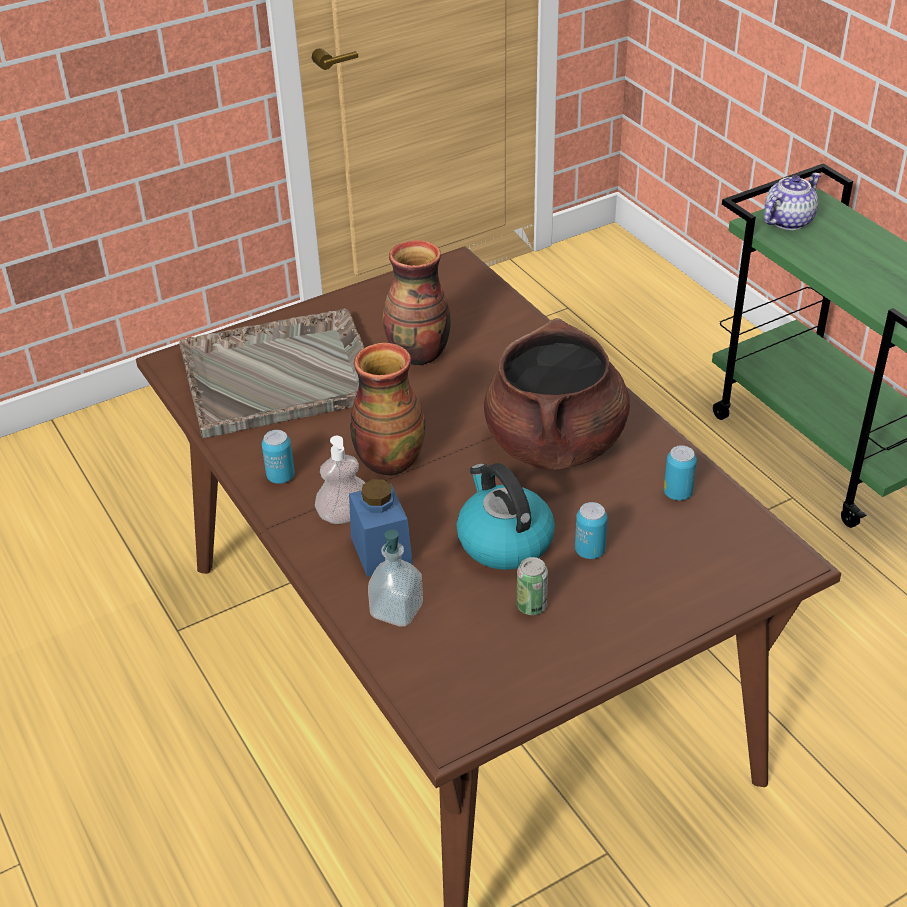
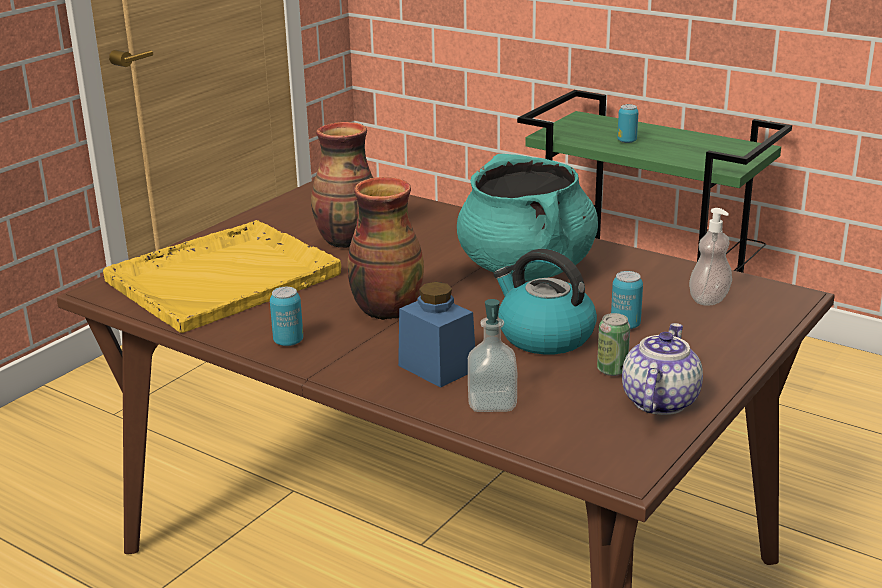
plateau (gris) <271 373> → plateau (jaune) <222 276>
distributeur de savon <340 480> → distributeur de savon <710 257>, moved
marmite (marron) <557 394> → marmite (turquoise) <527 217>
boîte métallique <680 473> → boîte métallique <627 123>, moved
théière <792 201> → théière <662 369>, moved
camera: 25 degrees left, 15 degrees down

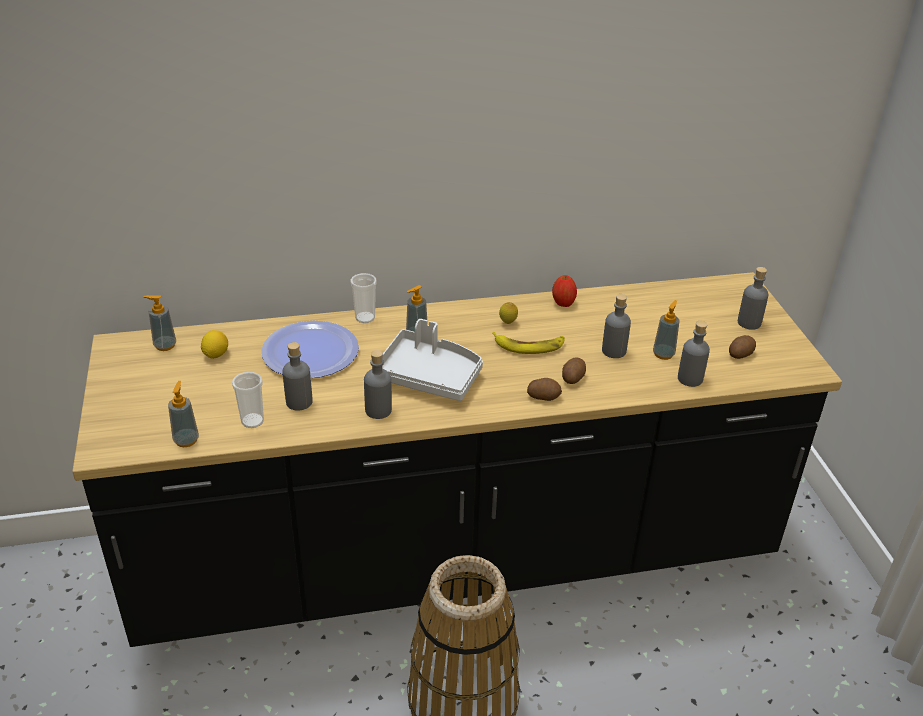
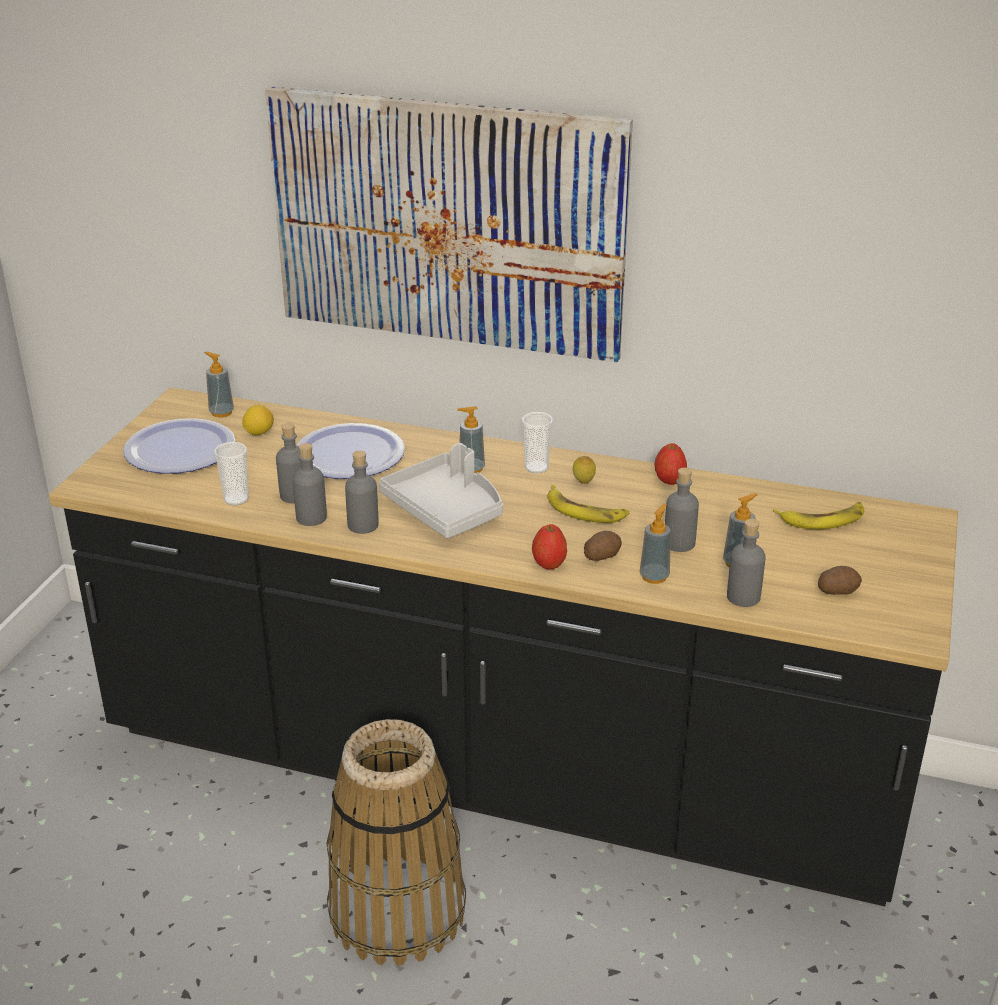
distributeur de savon <183 414> → distributeur de savon <655 544>, moved
tasse <363 298> → tasse <537 442>, moved
pomme de terre <544 389> → pomme <549 547>
bouteille (gris) <753 298> → bouteille (gris) <309 484>, moved
- → assiette <179 446>
- → tableau <449 224>
- → banane <818 515>
camera: 30 degrees right, 5 degrees down

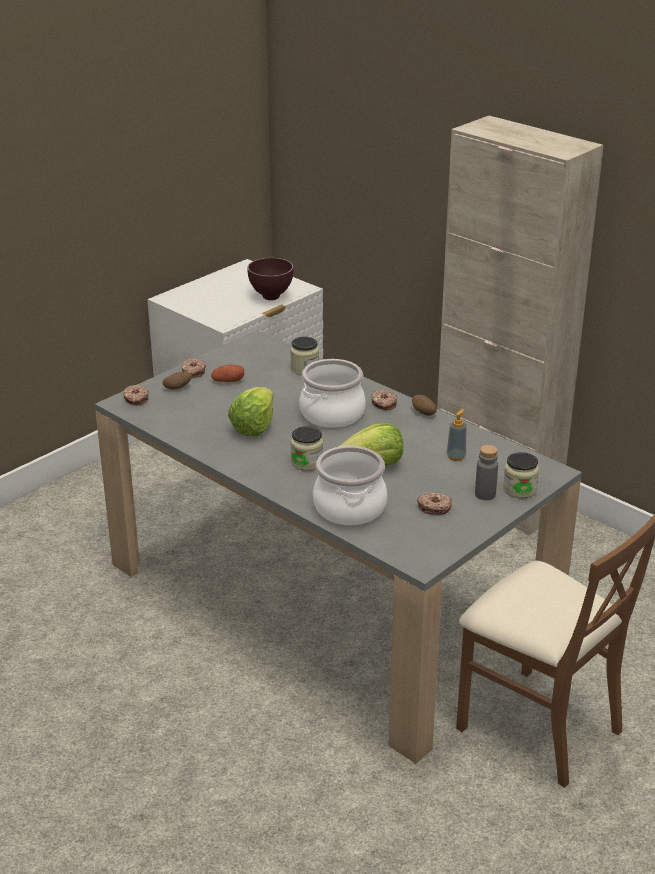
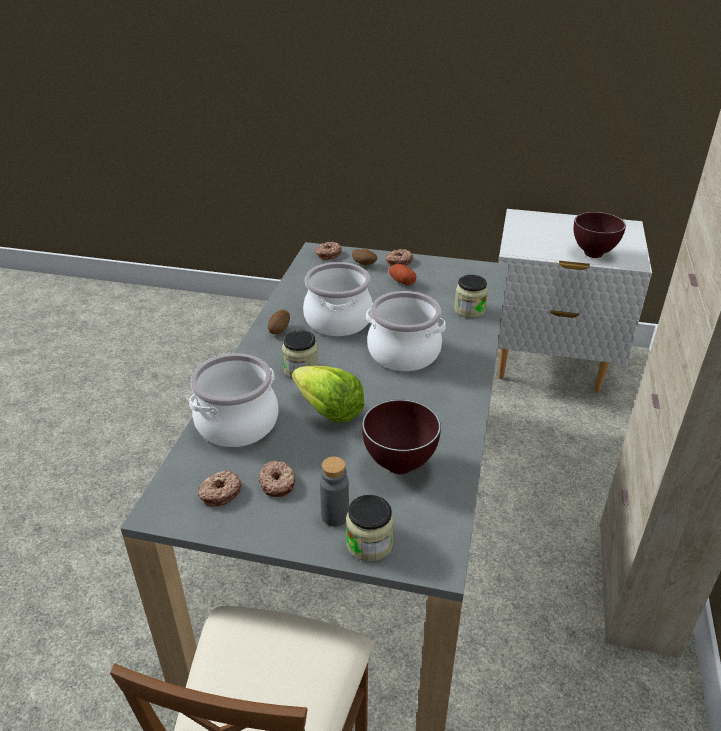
laitue <250 412> → marmite <338 299>
beignet <384 399> → beignet <220 488>, moved
pomme de terre <424 405> → pomme de terre <279 322>, moved
distributeur de savon <456 435> → bol (marron) <401 436>
camera: 60 degrees right, 5 degrees up

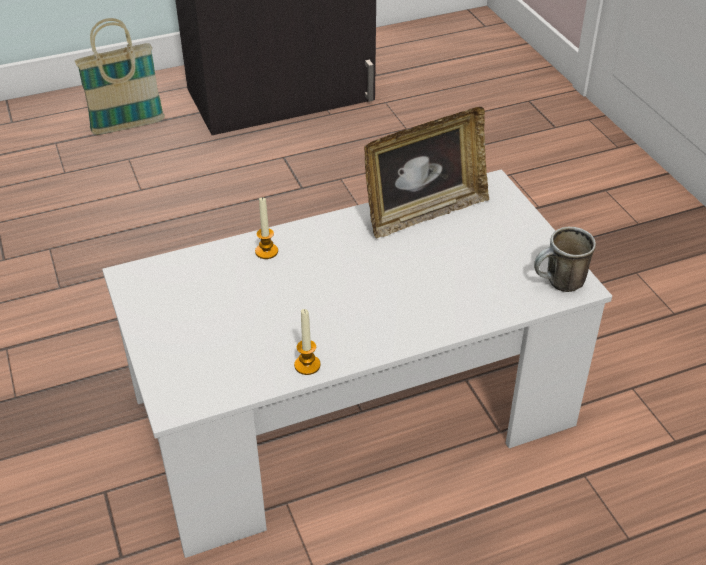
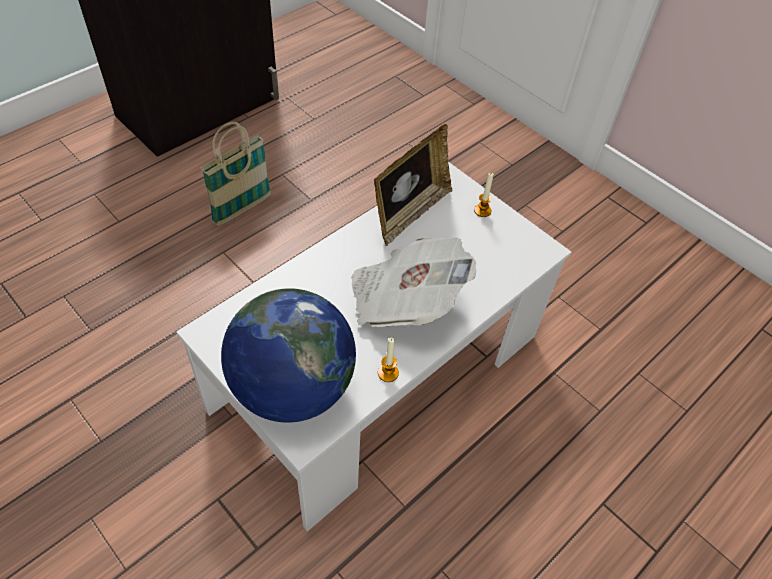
panier <120 76> → panier <235 174>, moved
bougie <266 228> → bougie <484 195>, moved
mug <565 259> → -
- → globe <288 355>
- → journal <413 282>
camera: 25 degrees left, 10 degrees up

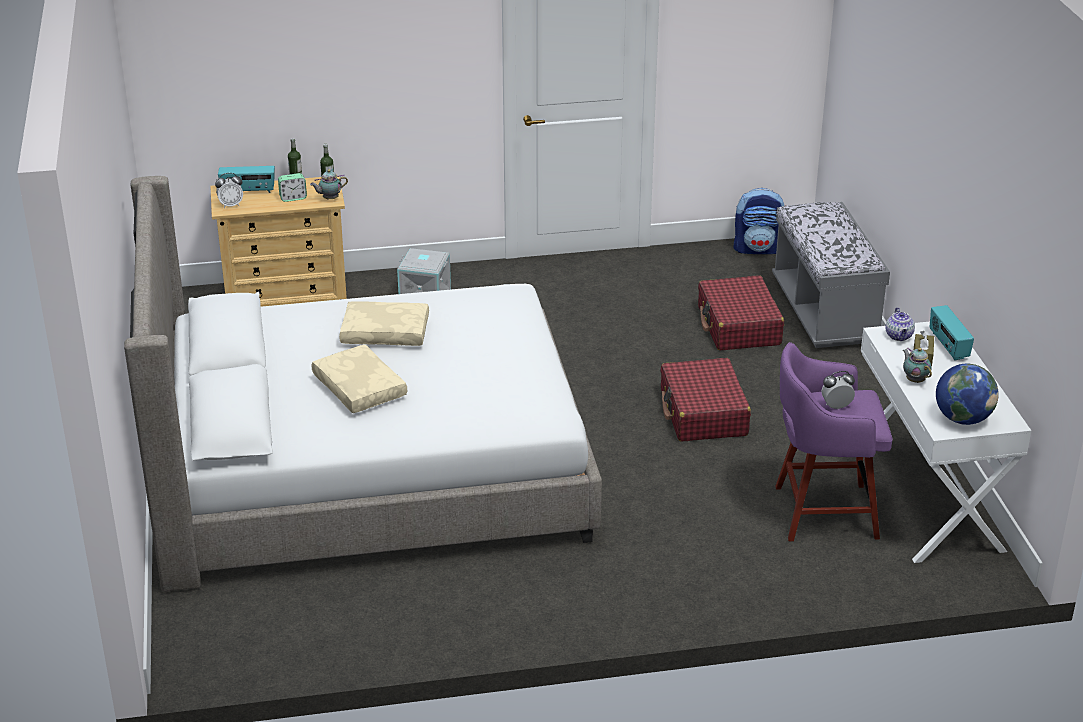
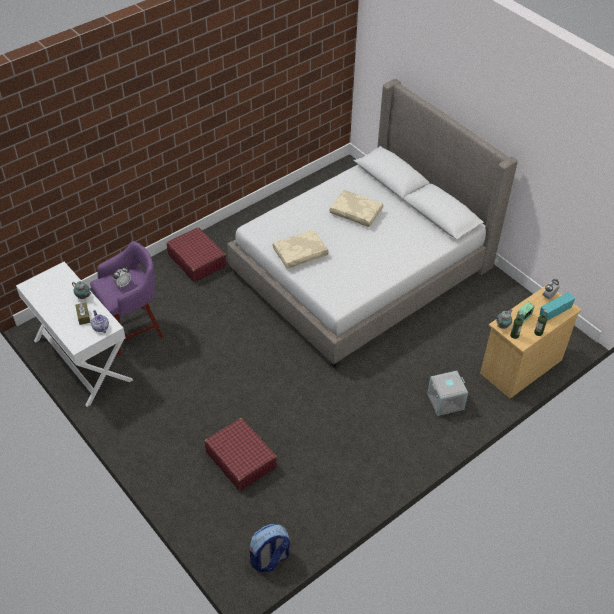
coussin (beige) <384 323> → coussin (beige) <301 249>, moved
valise (rouge) <706 399> → valise (rouge) <196 254>, moved
banc (gris) <831 275> → -
radio <952 333> → -
globe <967 394> → -
camera: 150 degrees right, 15 degrees up

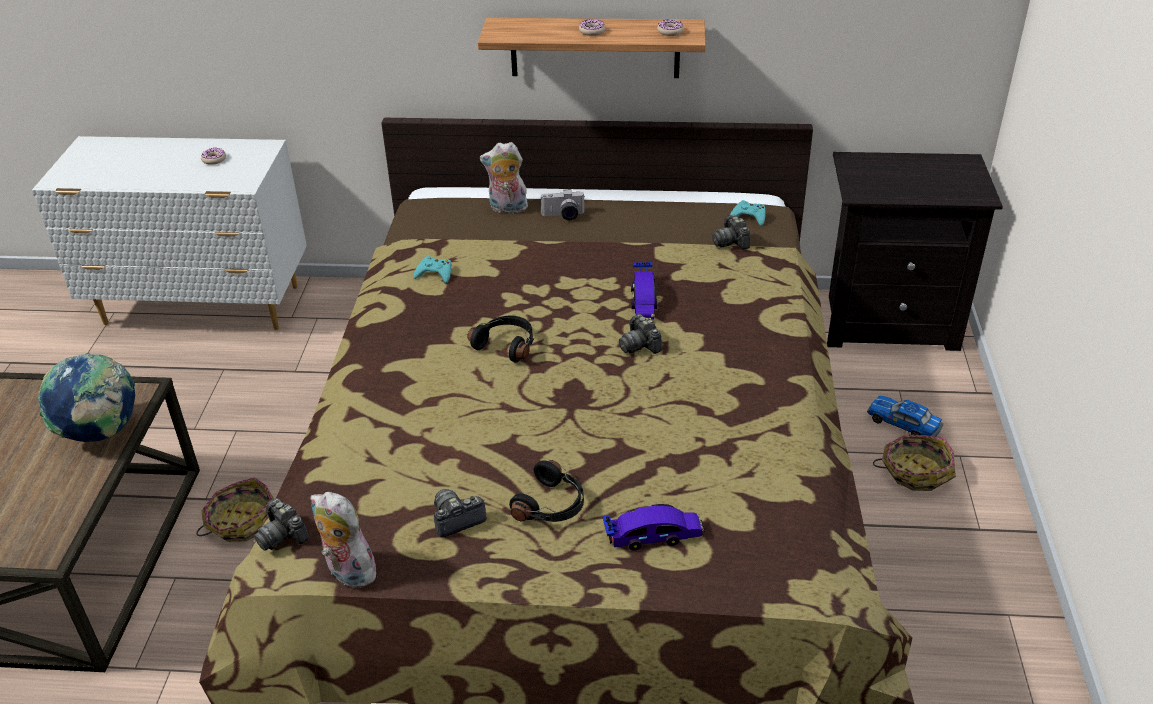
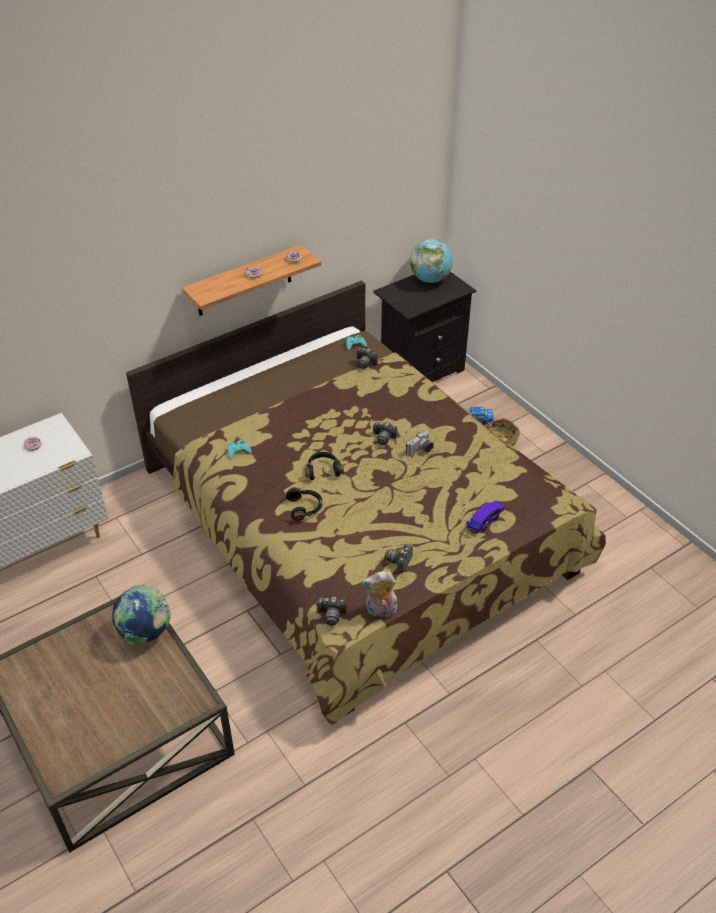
panier <235 509> → -
peluche <504 177> → -
casque audio (noir) <546 491> → casque audio (noir) <304 504>, moved
appareil photo <562 204> → appareil photo <420 443>, moved
petite voiture <644 290> → -
- → globe <431 261>
camera: 40 degrees left, 5 degrees up

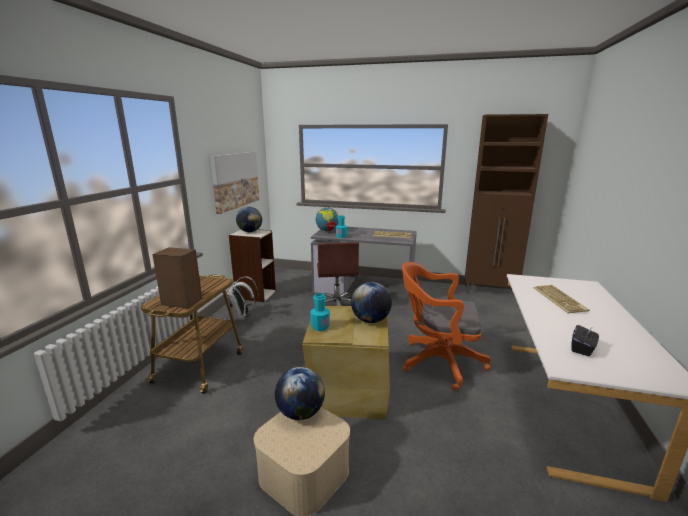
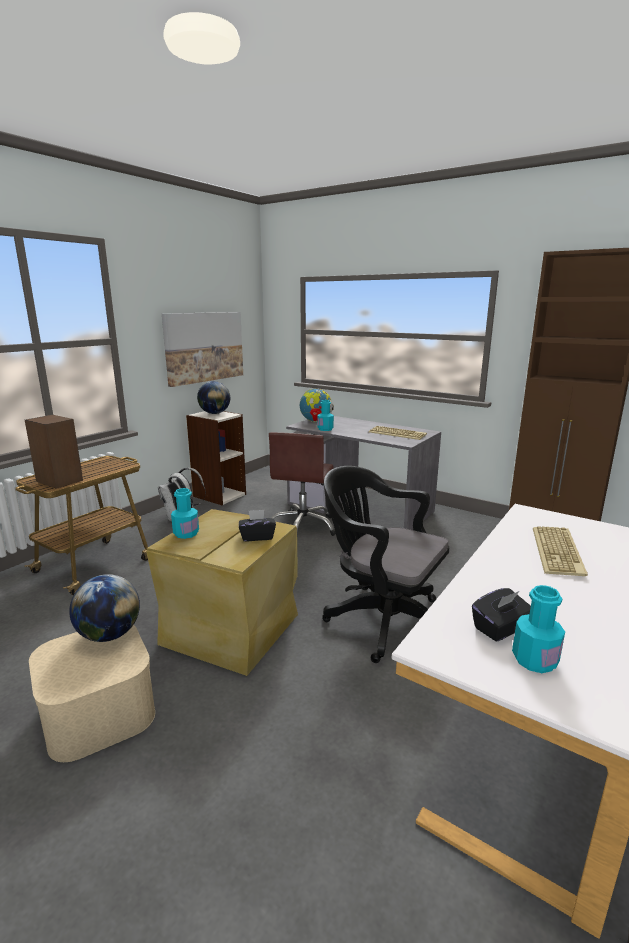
globe <371 302> → boîte à mouchoirs (noir) <257 525>
chaise de bureau (orange) <446 326> → chaise de bureau (noir) <385 564>
- → bouteille (turquoise) <538 629>
camera: 20 degrees right, 0 degrees up

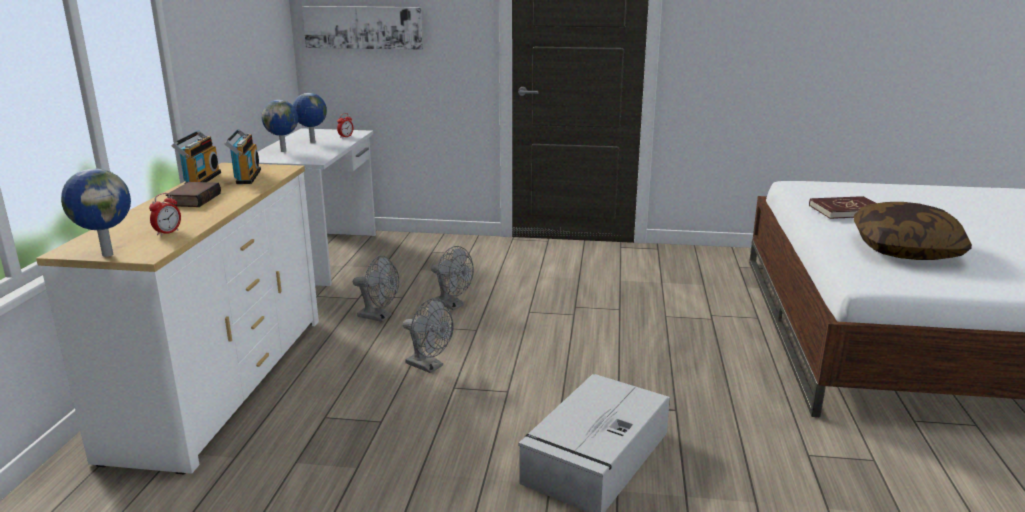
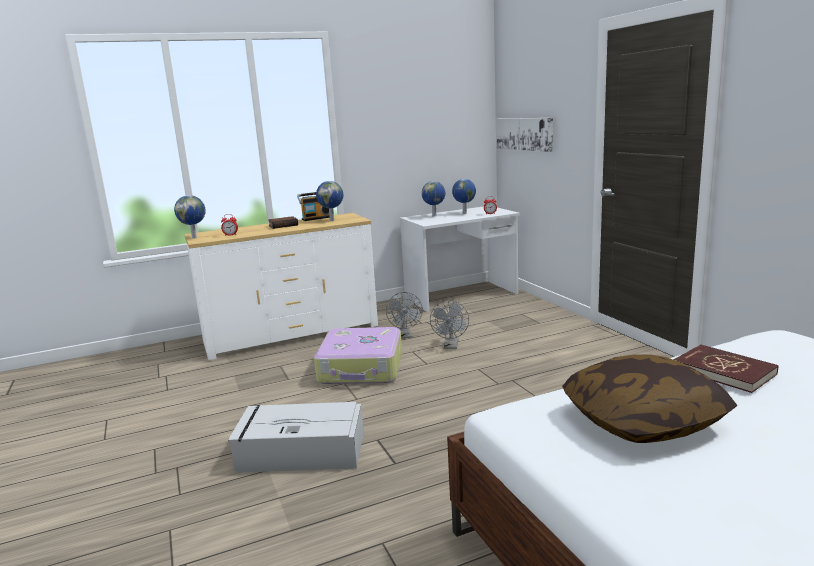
radio <242 156> → globe <329 201>
ventilateur (gris) <428 335> → valise <358 355>
camera: 60 degrees right, 5 degrees down

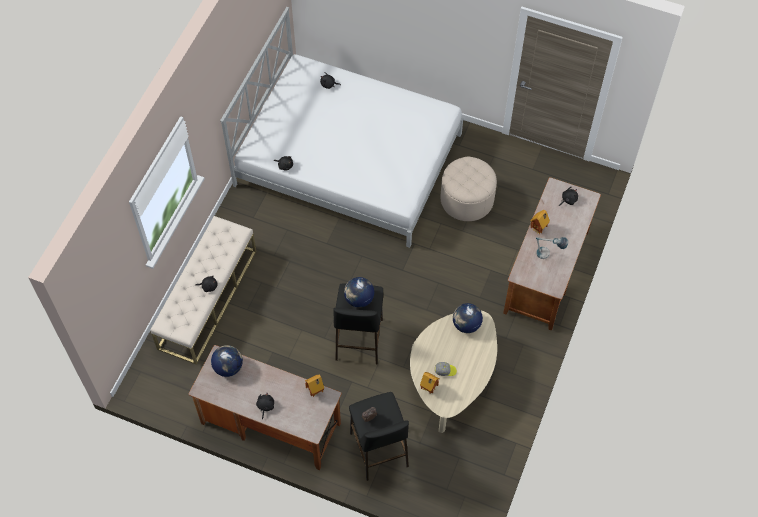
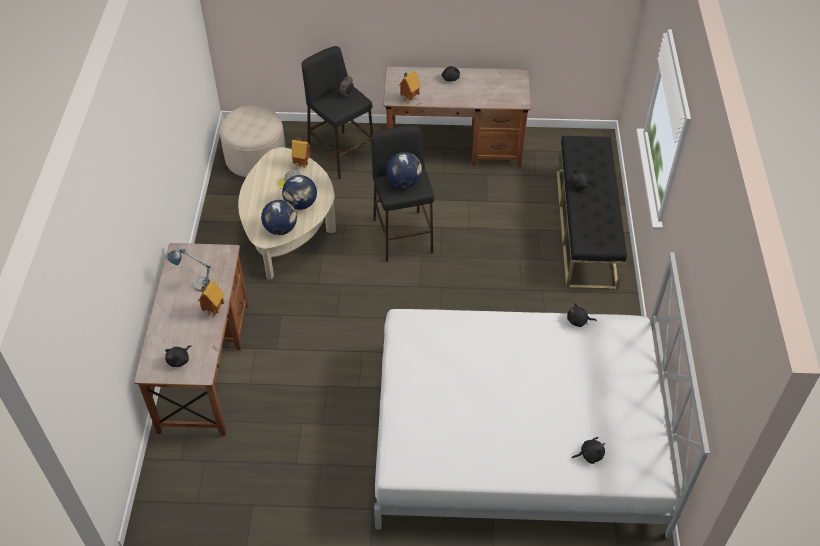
banc (beige) <203 290> → banc (noir) <591 213>
globe <227 361> → globe <299 192>, moved
pouf (beige) <469 189> → pouf (beige) <253 141>, moved
camera: 160 degrees right, 10 degrees down

